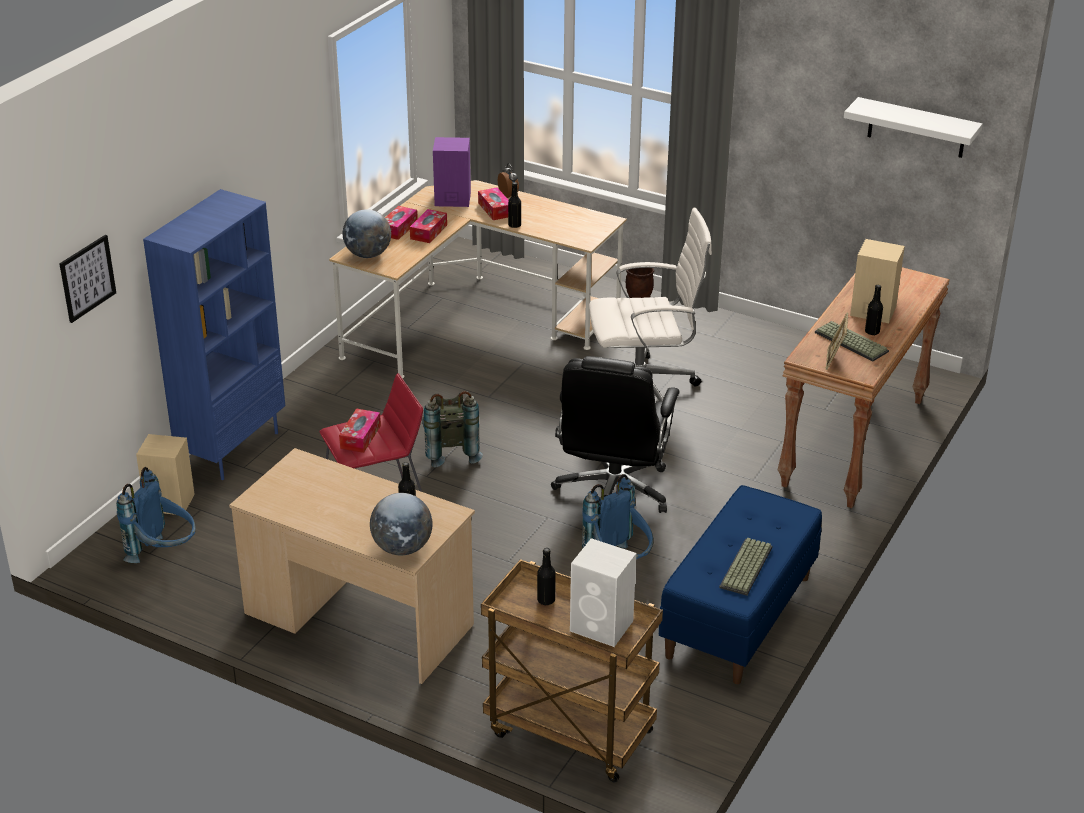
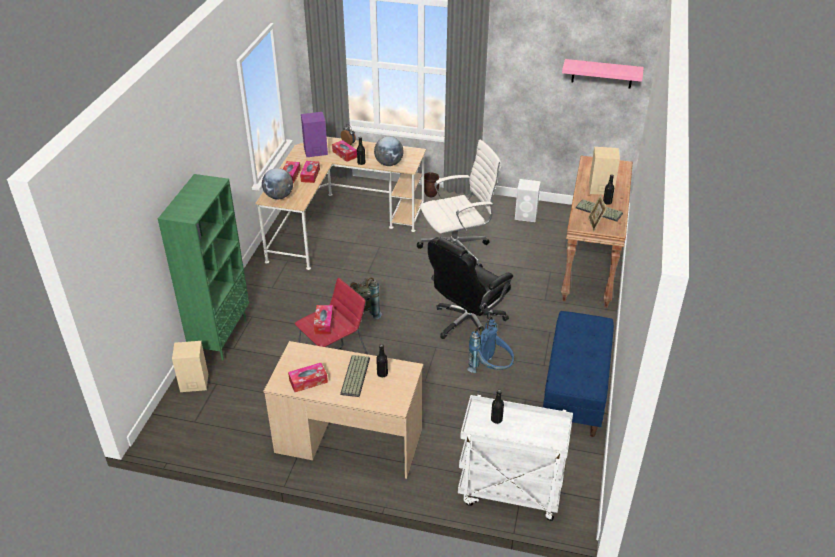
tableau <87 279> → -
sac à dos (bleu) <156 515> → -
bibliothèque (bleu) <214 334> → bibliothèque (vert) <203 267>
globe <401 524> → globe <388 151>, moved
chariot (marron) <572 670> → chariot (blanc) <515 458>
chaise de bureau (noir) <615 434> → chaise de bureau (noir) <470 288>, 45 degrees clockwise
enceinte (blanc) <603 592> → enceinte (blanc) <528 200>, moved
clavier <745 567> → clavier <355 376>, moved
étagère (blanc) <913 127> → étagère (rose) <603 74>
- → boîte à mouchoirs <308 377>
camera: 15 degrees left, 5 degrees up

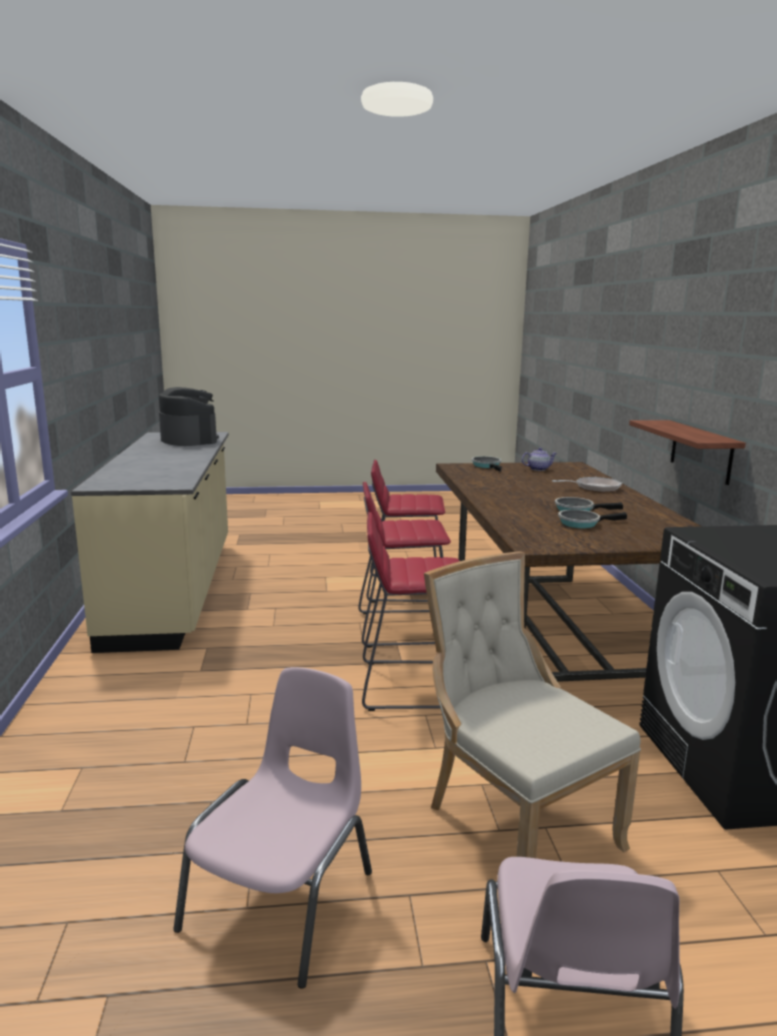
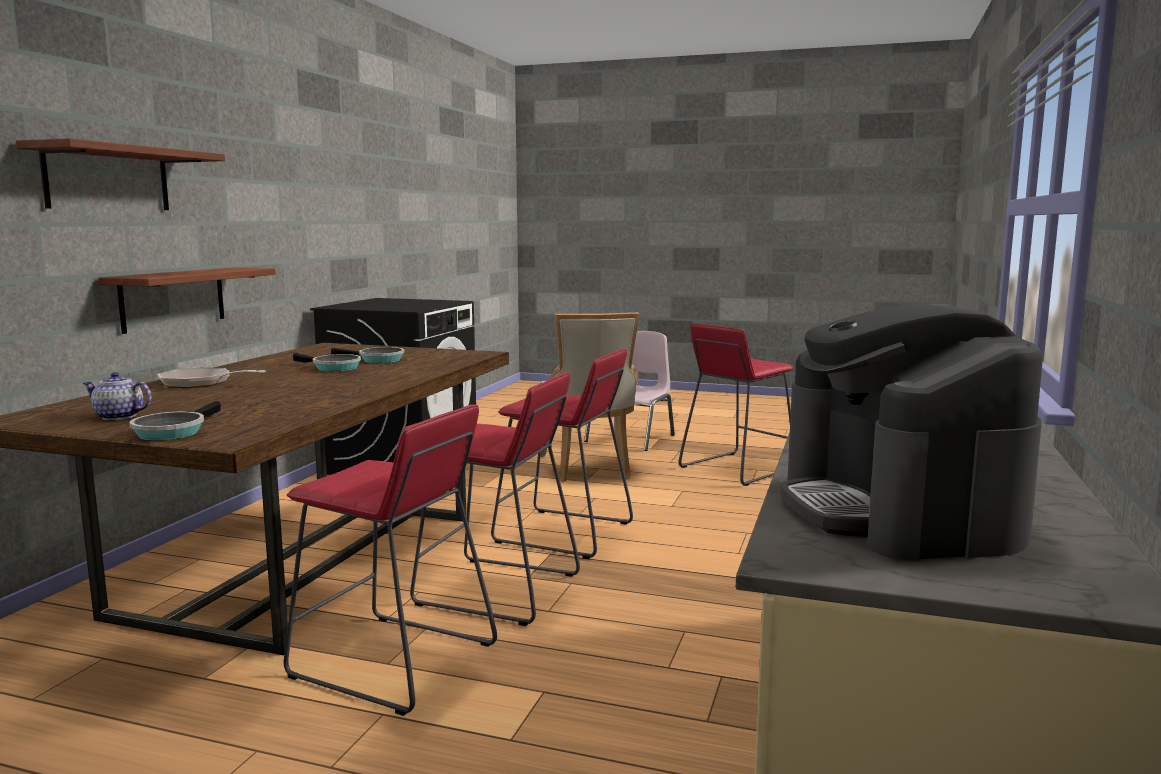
chaise (rose) <272 828> → tabouret (rouge) <736 404>
- → étagère <120 174>
camera: 155 degrees left, 5 degrees down

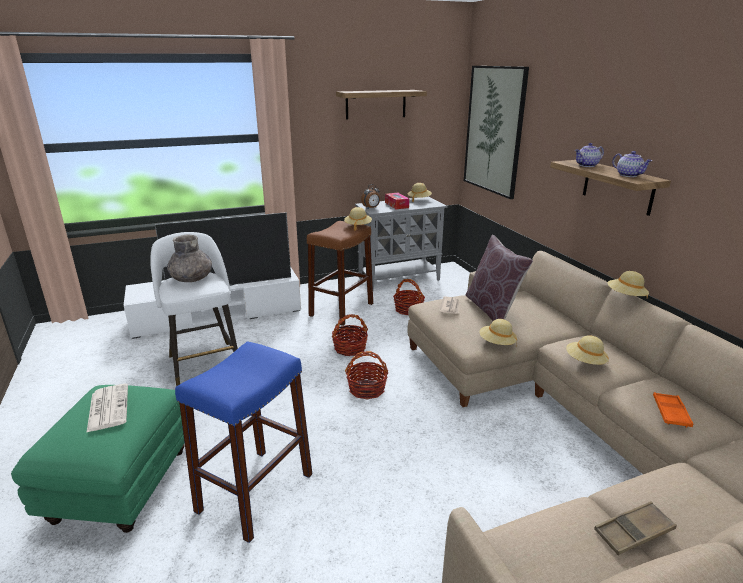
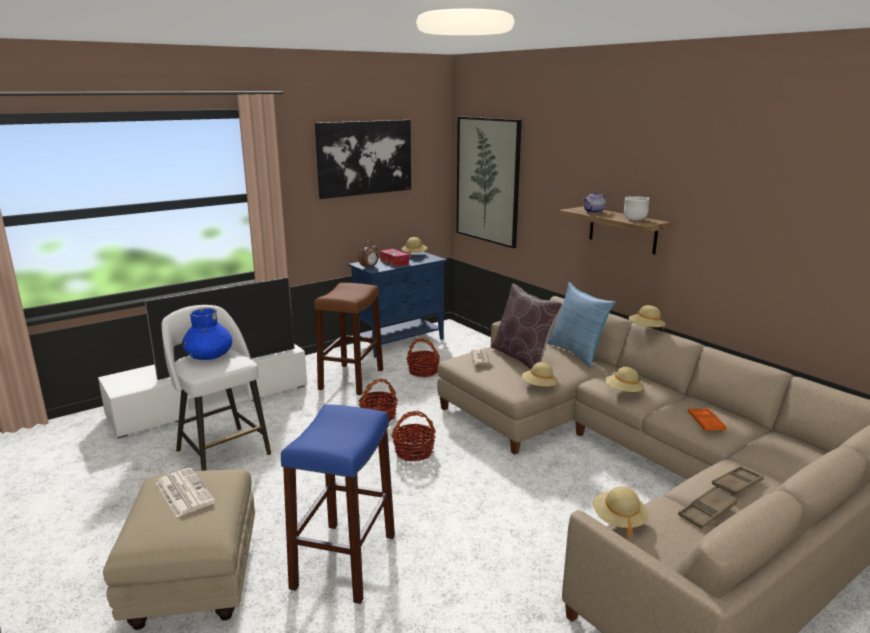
pouf (vert) <98 459> → pouf (beige) <179 549>
vase (gris) <189 258> → vase (bleu) <207 333>
étagère <381 105> → tableau <363 159>
chapeau (beige) <358 219> → chapeau (beige) <621 512>, moved
meuble de rangement (gris) <401 243> → meuble de rangement (bleu) <397 305>
théière <632 164> → bol (blanc) <636 208>
- → coussin <581 325>
- → plateau (marron) <738 481>
camera: 15 degrees left, 5 degrees down

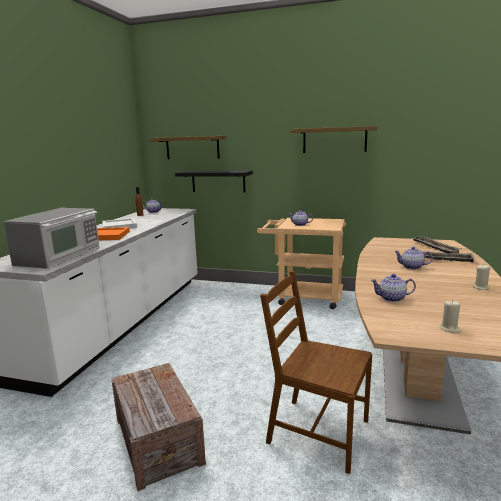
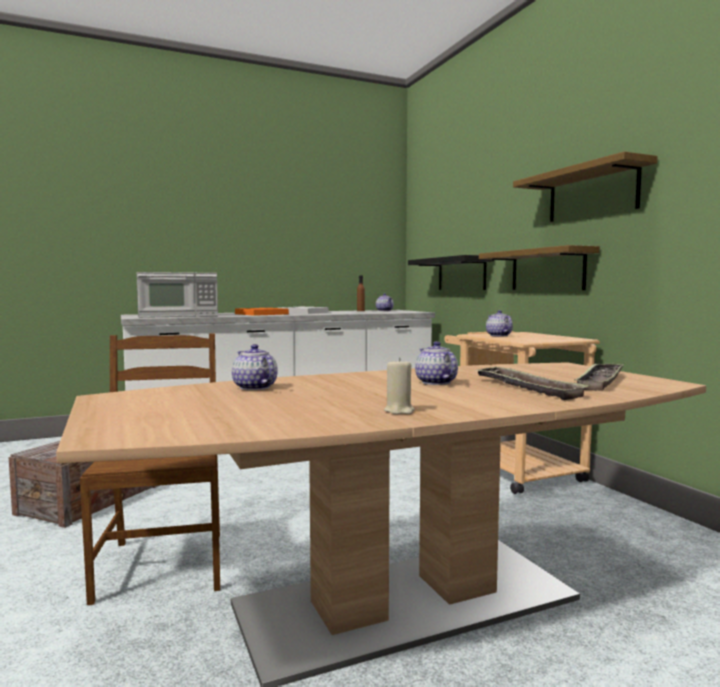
étagère <187 147> → étagère <539 267>, moved
bougie (beige) <450 317> → -
camera: 50 degrees right, 10 degrees down

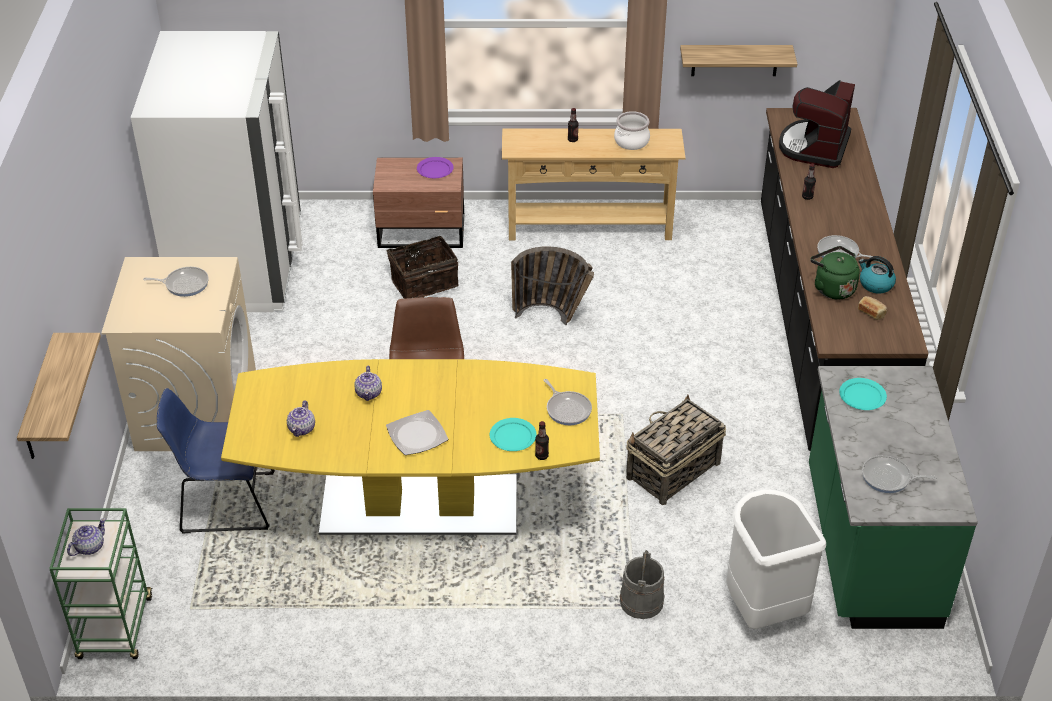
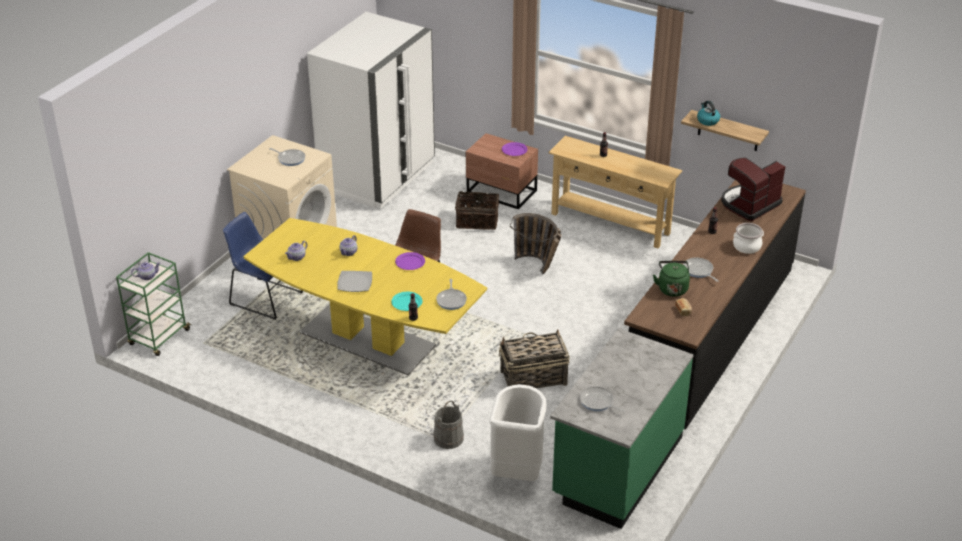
étagère <59 396> → -
marmite <632 130> → marmite <748 238>, moved
assiette (turquoise) <863 394> → -
bouilloire <877 274> → bouilloire <708 113>, moved
- → assiette (violet) <410 261>
camera: 30 degrees right, 5 degrees down

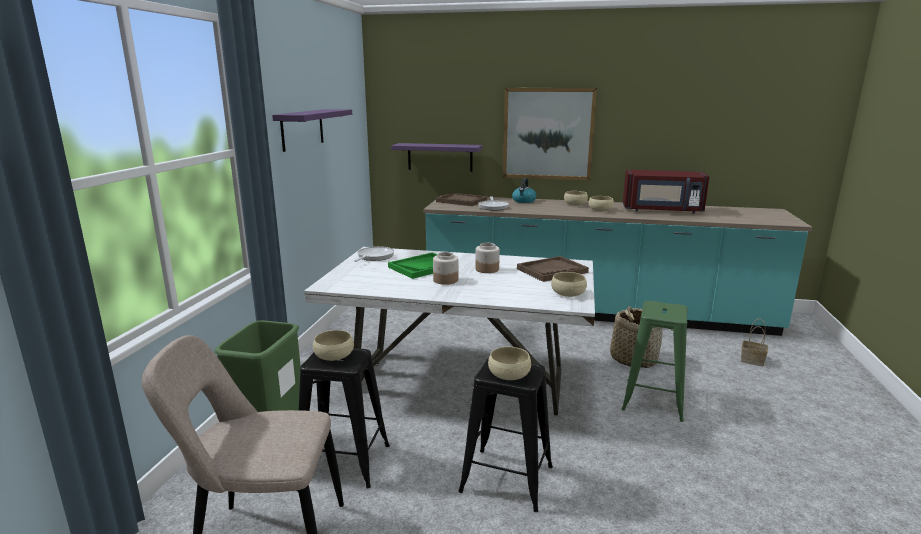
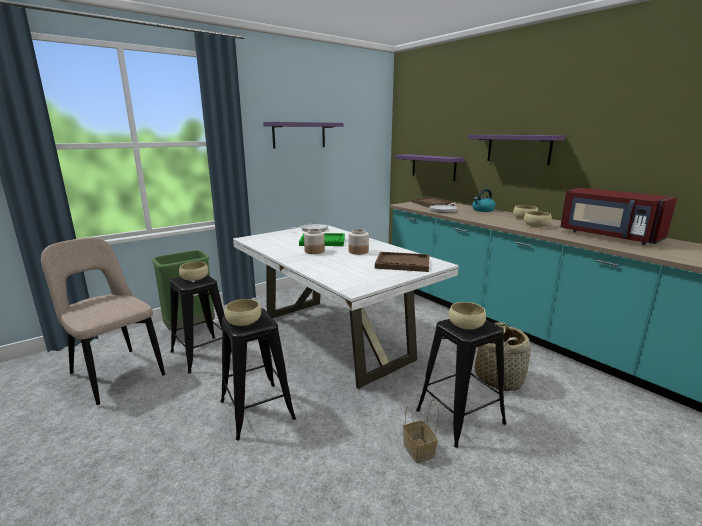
tableau <550 134> → étagère (violet) <516 150>
bol (beige) <569 284> → bol (beige) <467 315>, moved
tabouret (vert) <655 361> → tabouret (noir) <461 383>
panier <754 343> → panier <421 431>, moved
camera: 40 degrees right, 0 degrees up

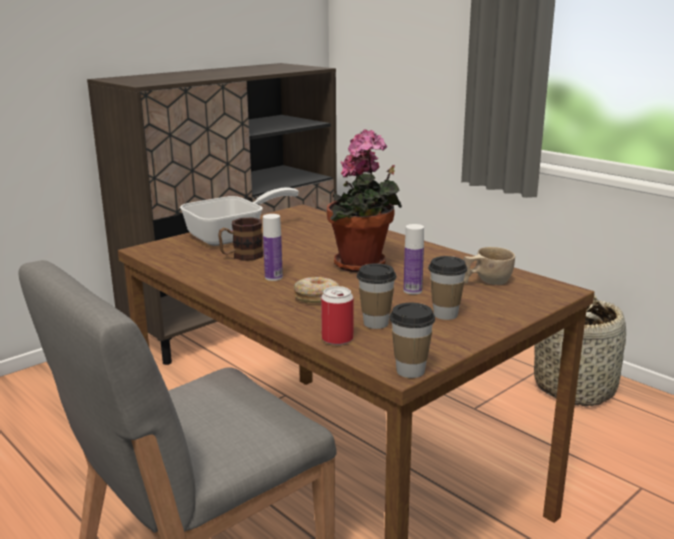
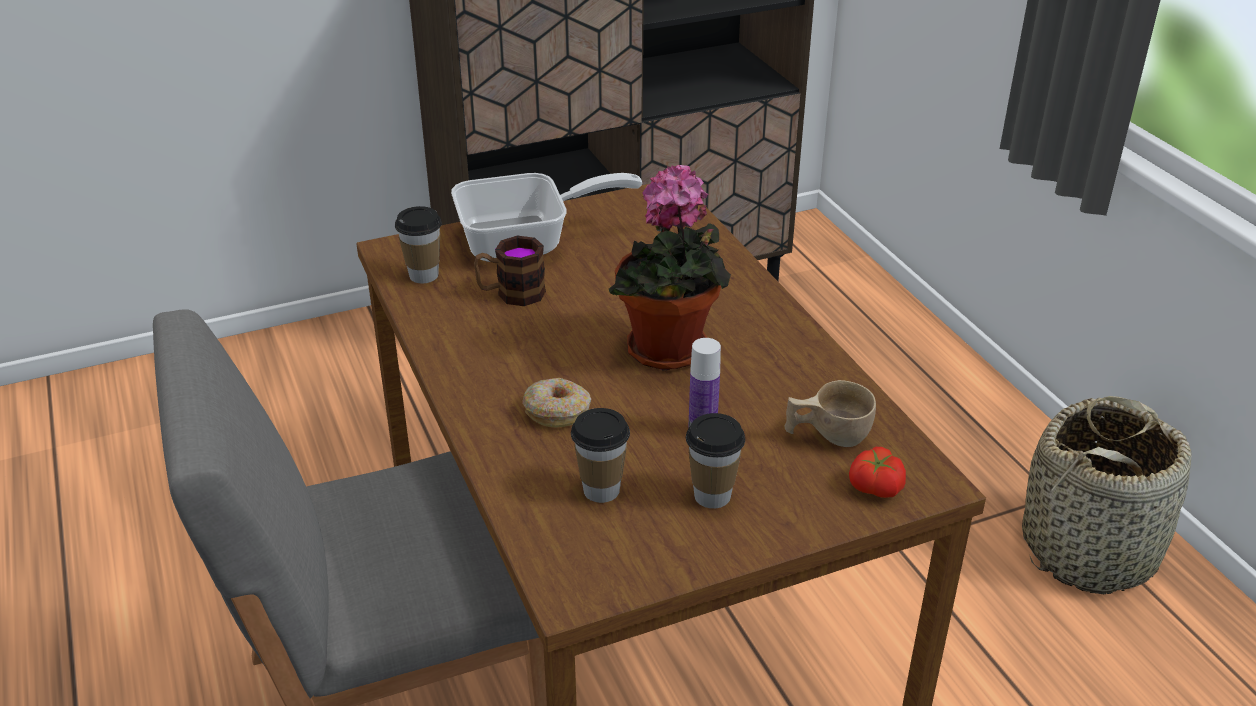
bouteille <273 247> → -
boîte métallique <337 315> → -
tasse <412 340> → tasse <418 244>, moved
- → tomate <877 472>
camera: 20 degrees right, 15 degrees up

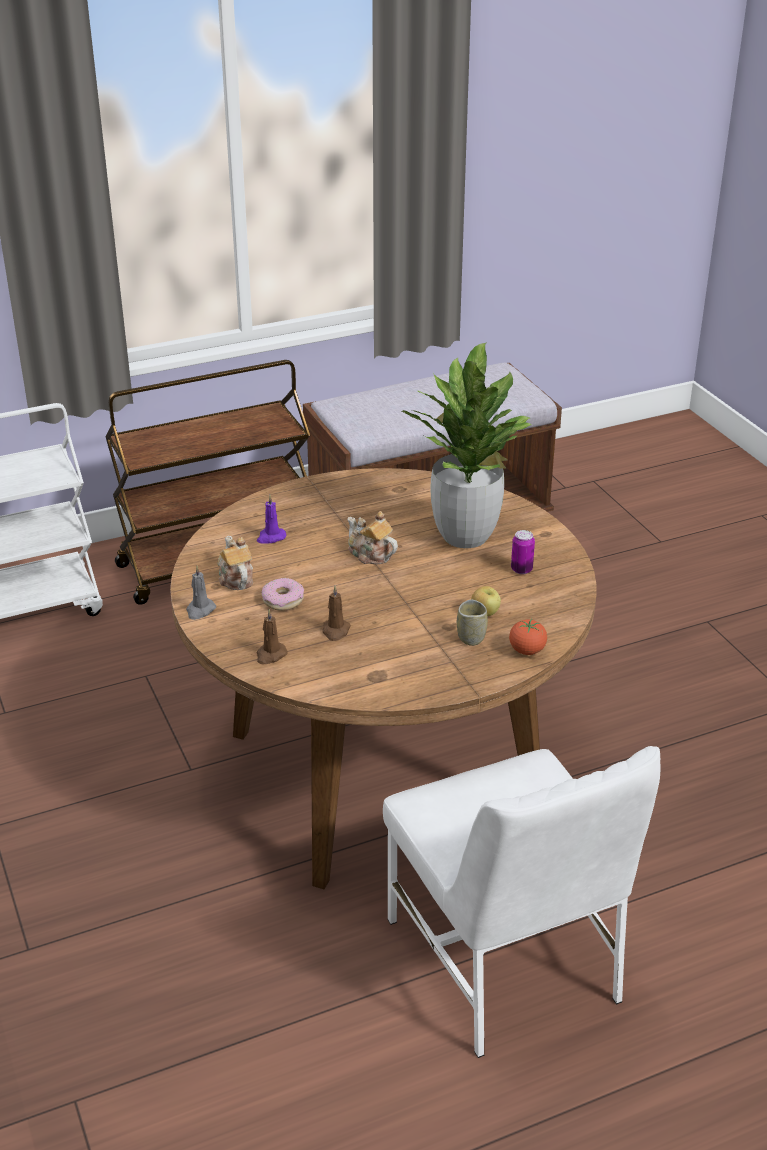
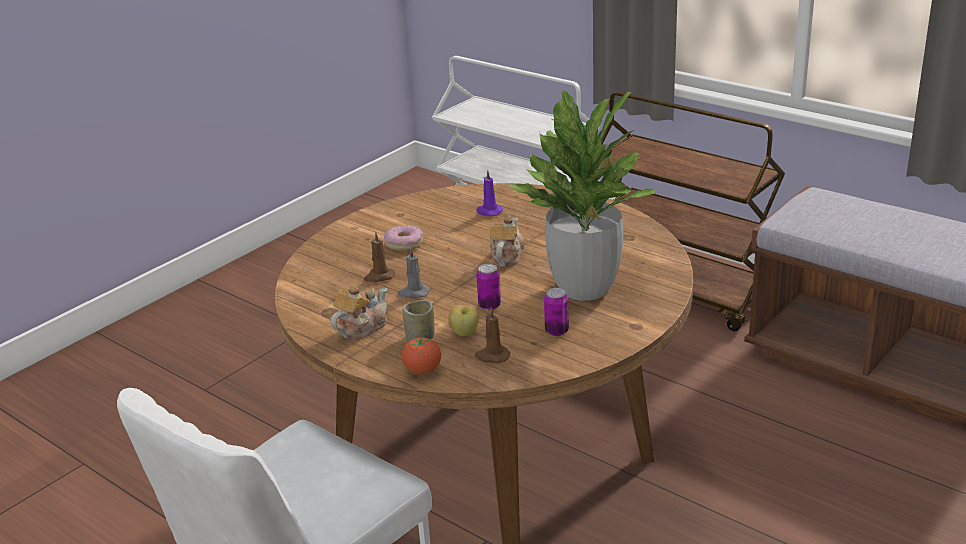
bougie (gris) <201 593> → bougie (gris) <414 272>, moved
théière <235 563> → théière <359 313>, moved
bougie (marron) <272 636> → bougie (marron) <492 335>, moved
- → boîte métallique <488 287>
camera: 65 degrees right, 5 degrees down

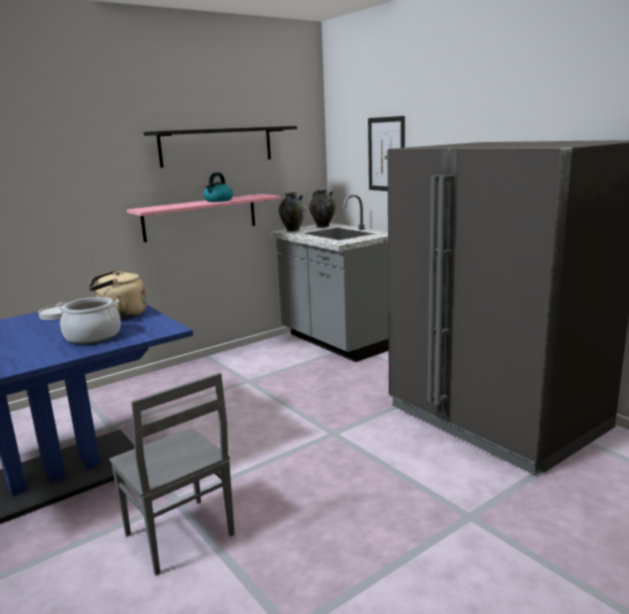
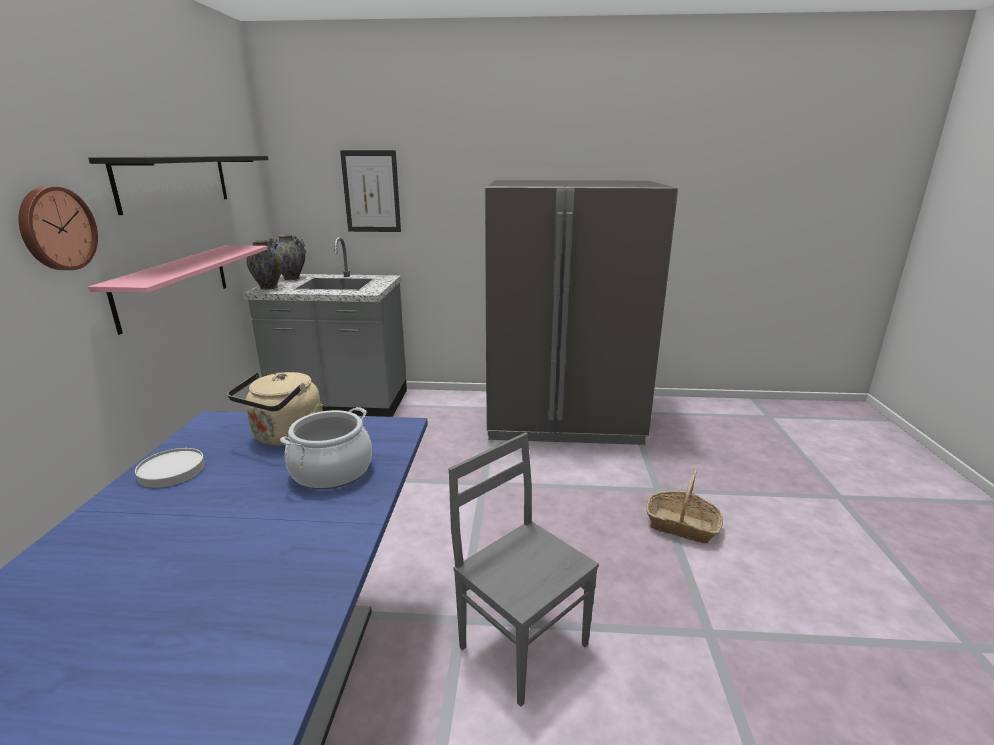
chaise (gris) <172 474> → chaise (gris) <524 569>, 135 degrees counterclockwise
bouilloire <218 187> → -
- → horloge murale <58 228>
- → panier <684 506>
camera: 50 degrees left, 5 degrees up

